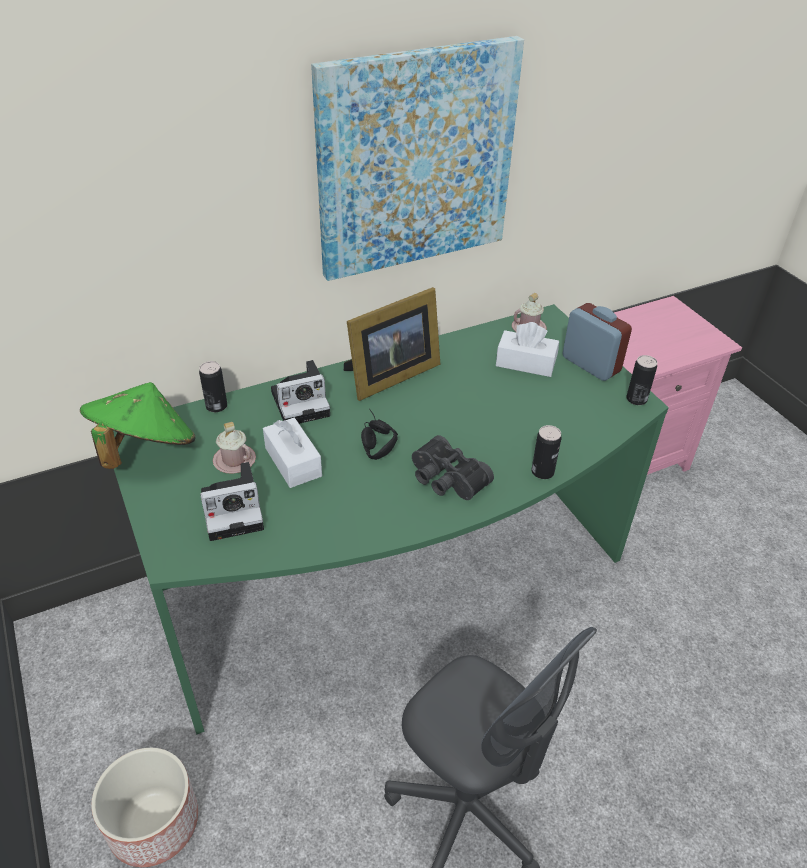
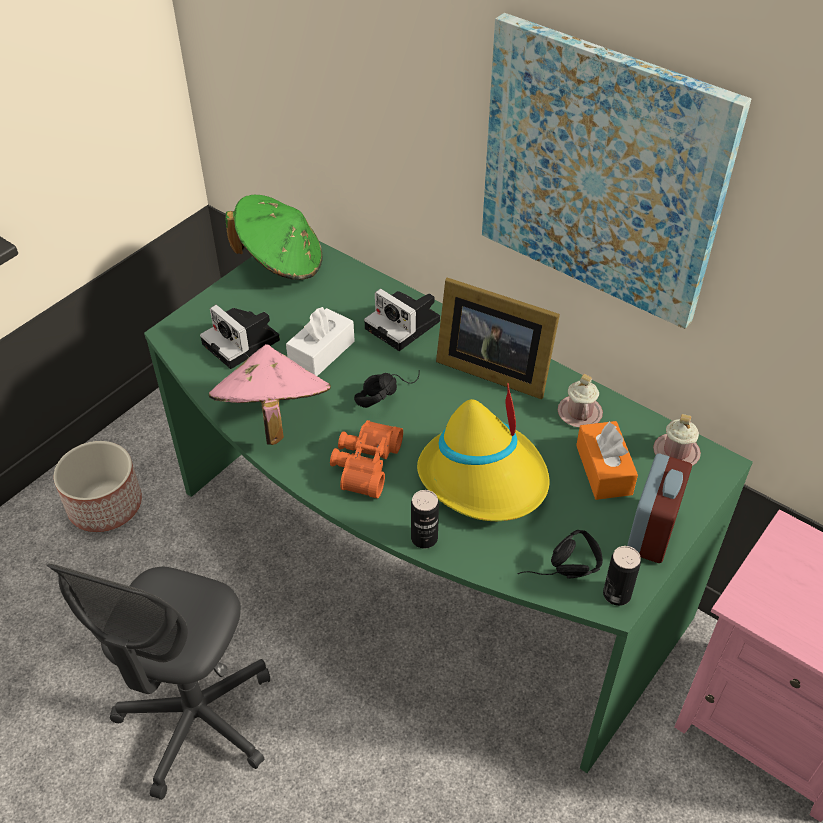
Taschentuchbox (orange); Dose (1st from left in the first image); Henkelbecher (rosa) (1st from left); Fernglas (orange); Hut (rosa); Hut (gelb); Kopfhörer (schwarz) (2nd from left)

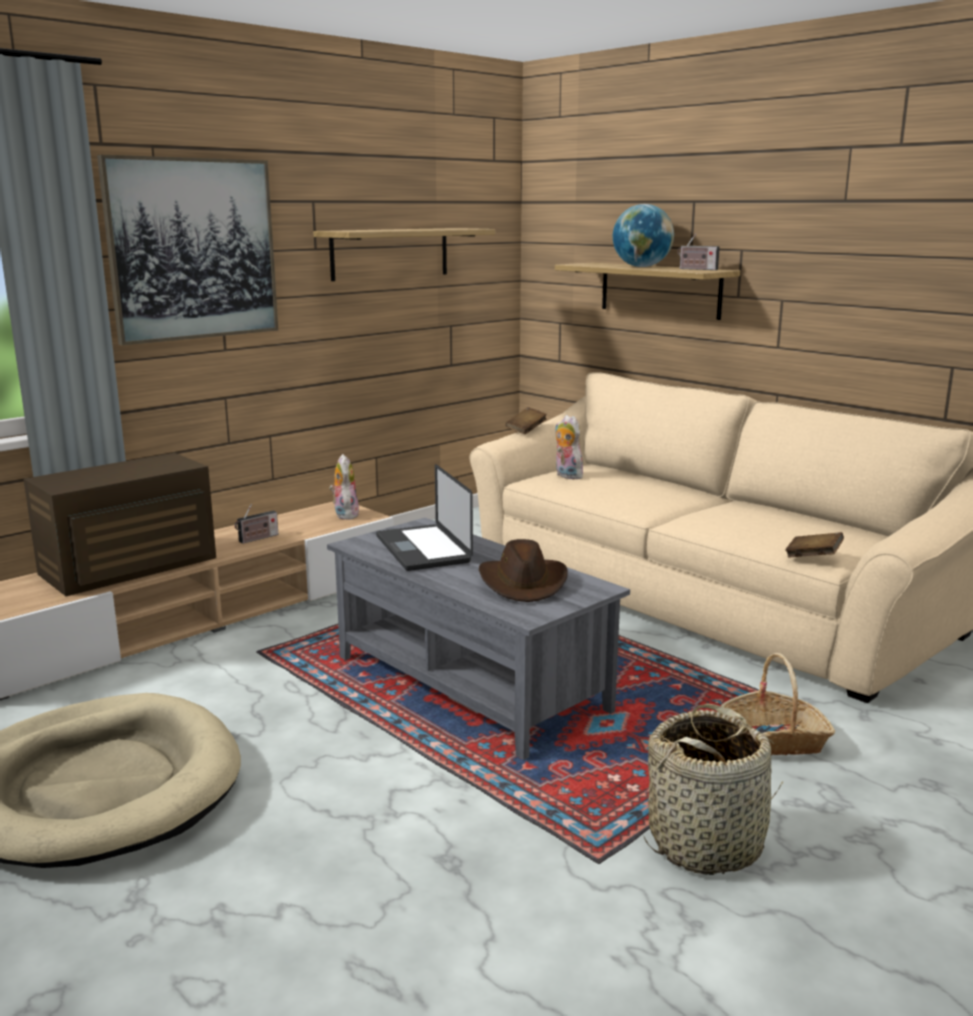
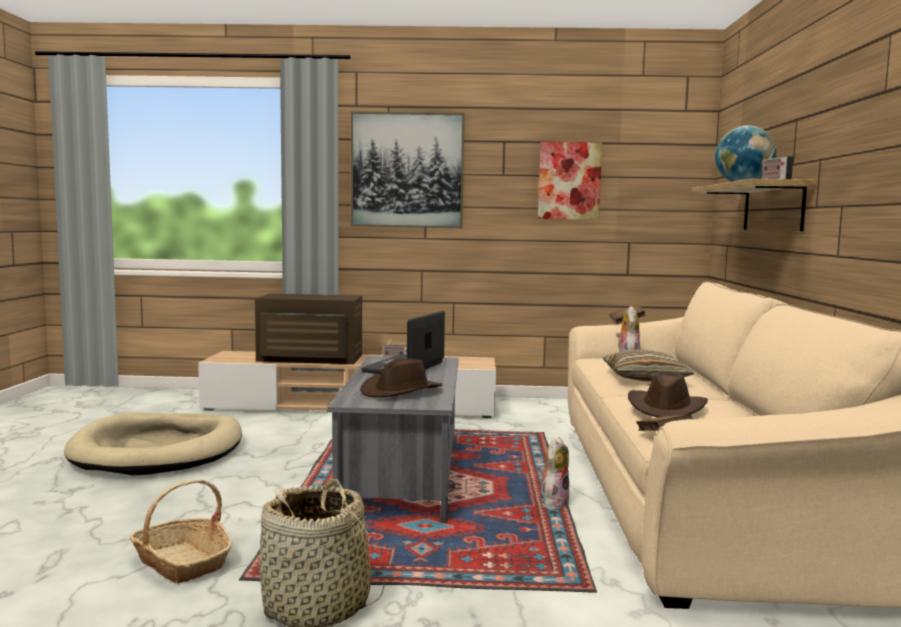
Bild (2nd from left); Plüschtier (1st from left); Korb (1st from left); Kissen; Hut (braun) (2nd from left)

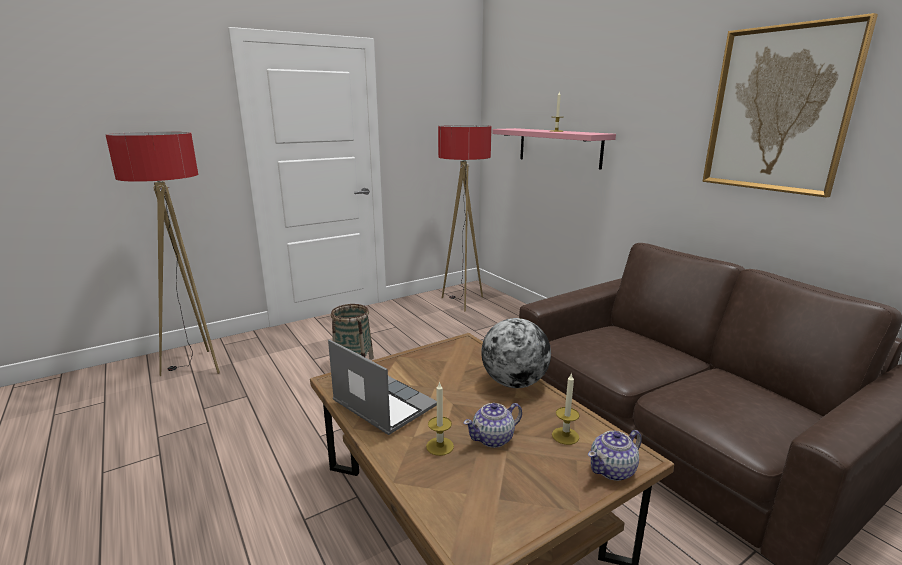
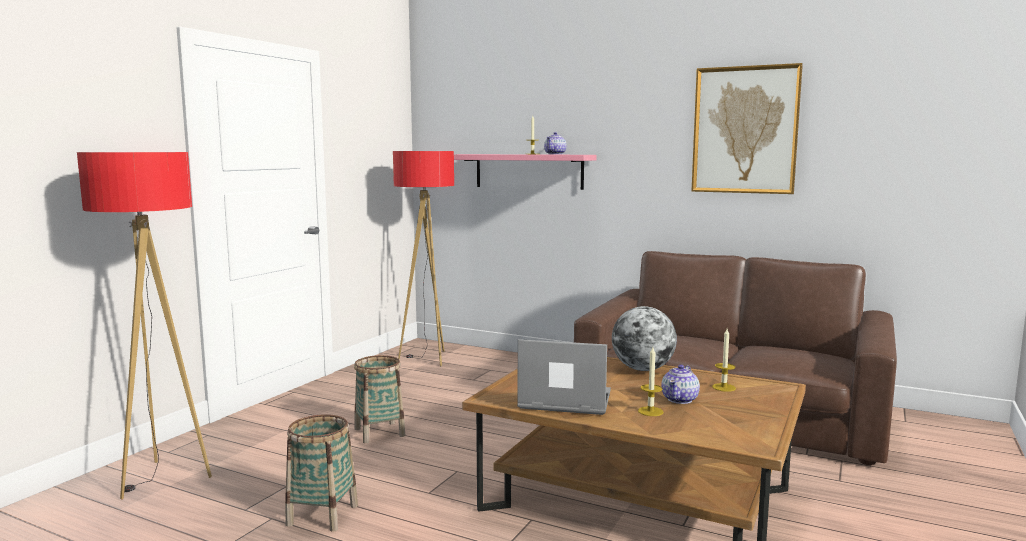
Teekanne (1st from left); Korb (1st from left)

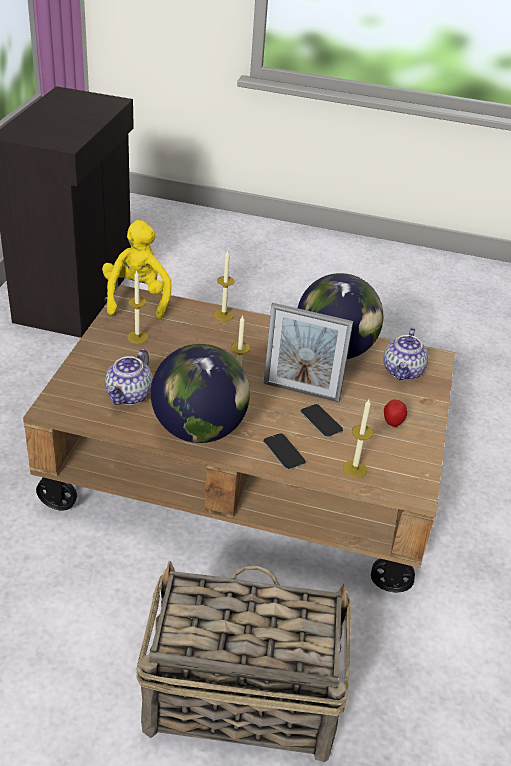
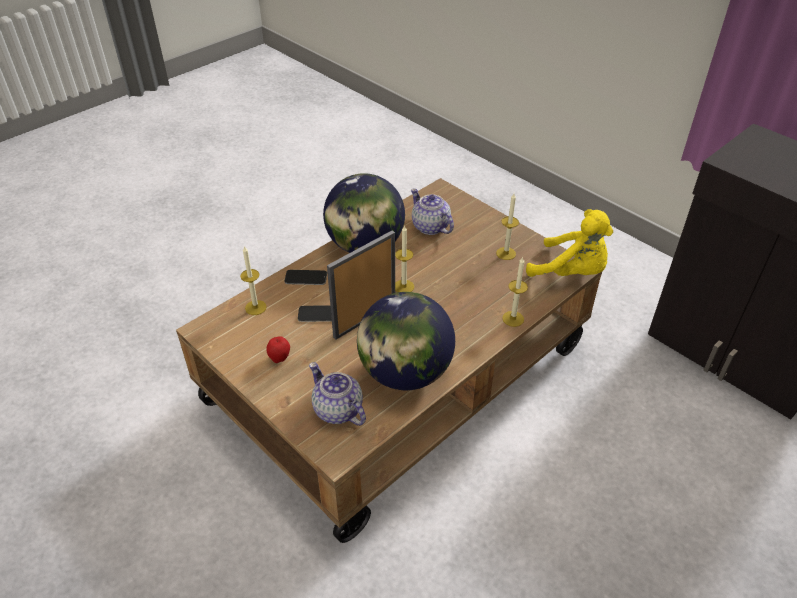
Korb

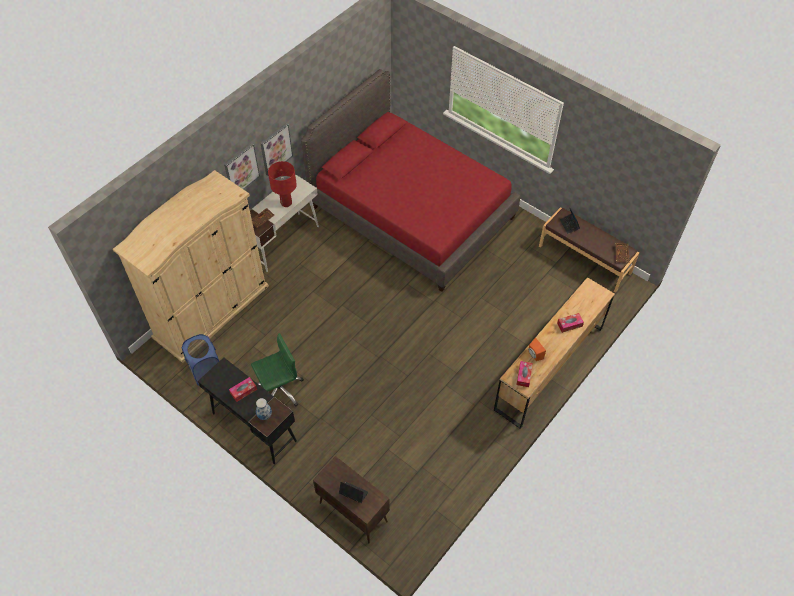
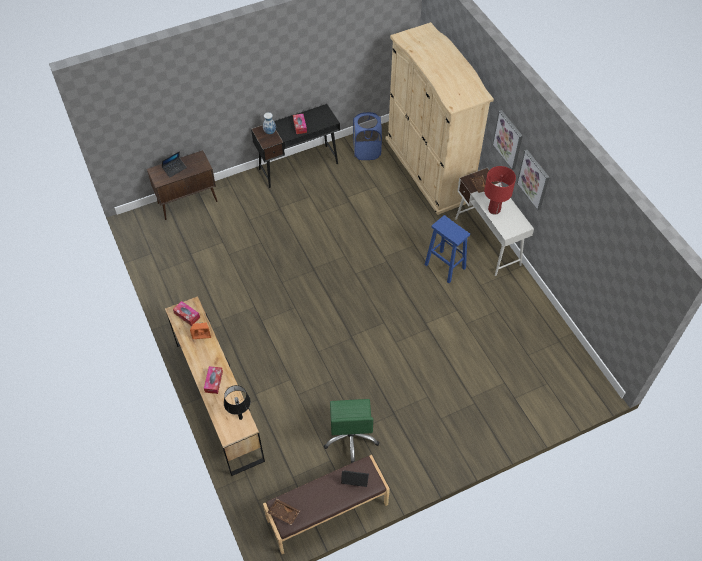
Bett (rot); Bürostuhl (grün); Hocker (blau); Tischlampe (schwarz)

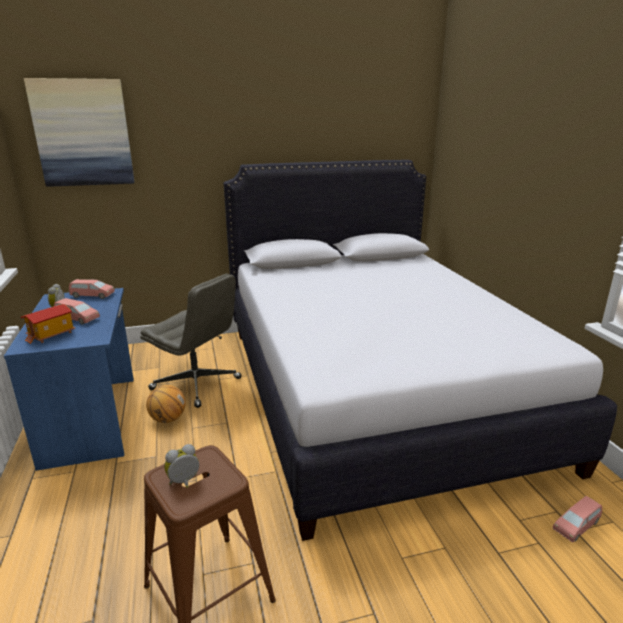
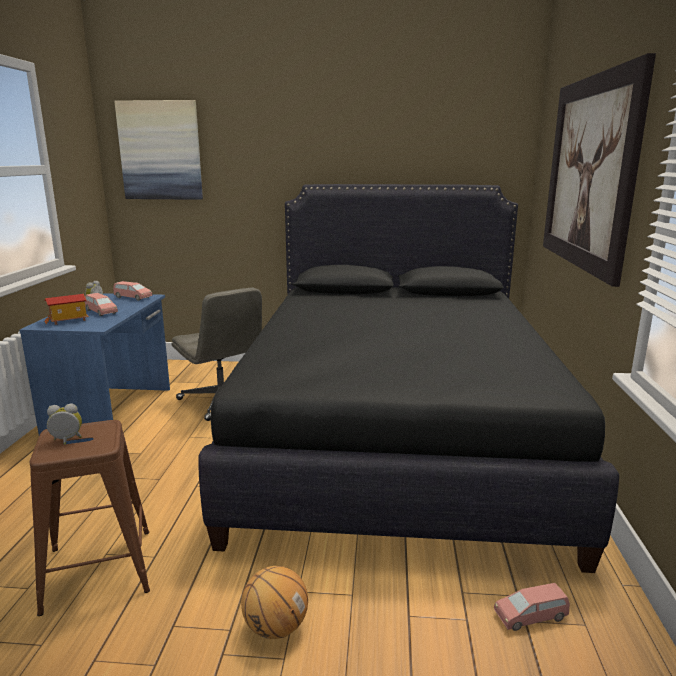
Bett (schwarz); Basketball; Bild (2nd from left)

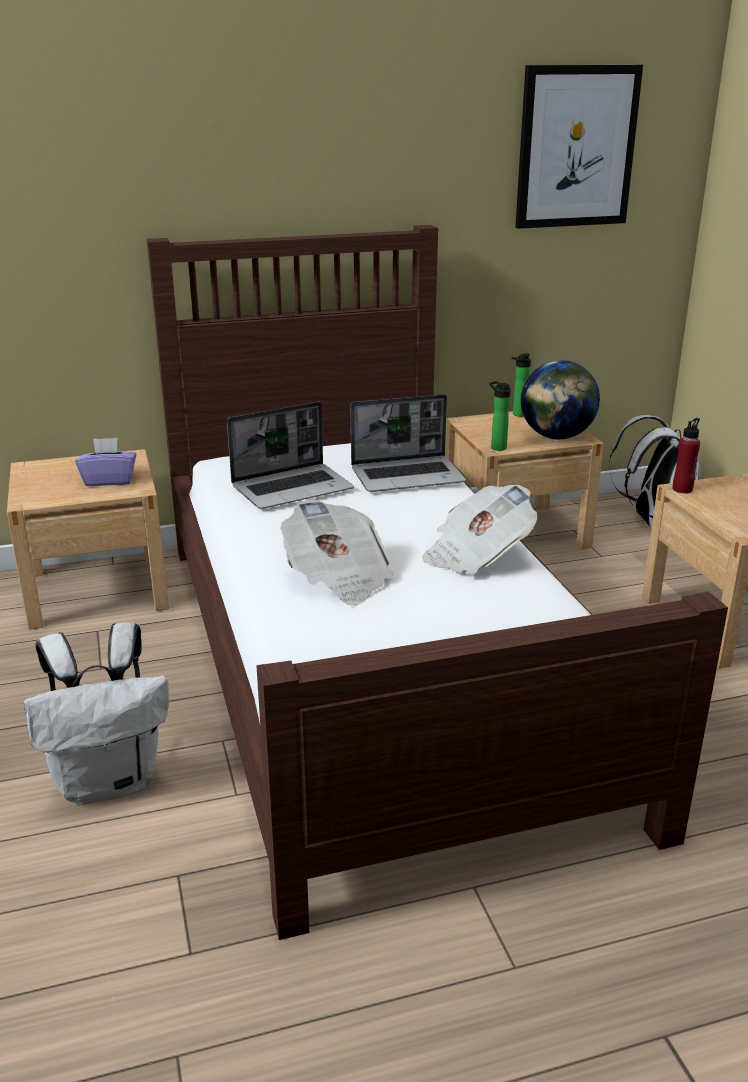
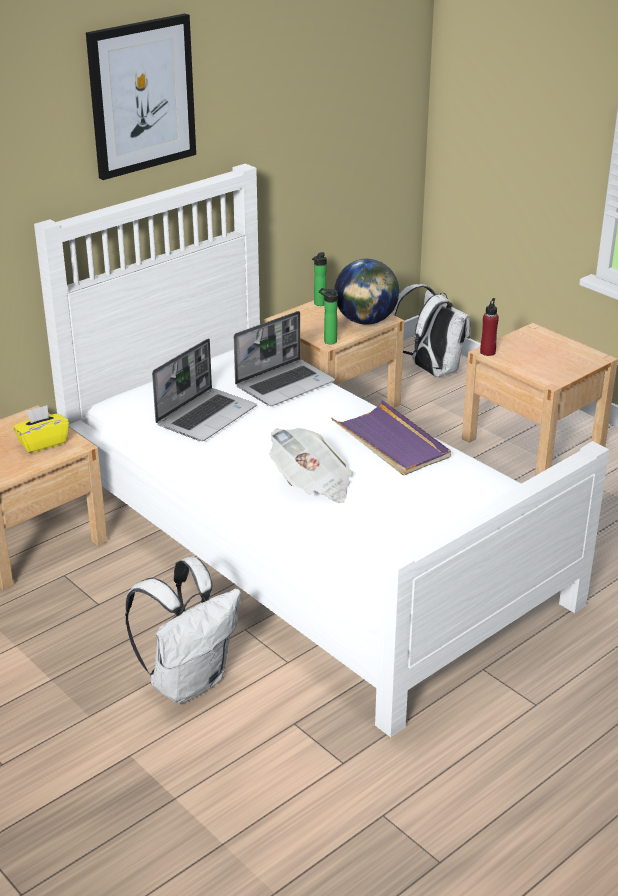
Bild; Bett (weiß); Taschentuchbox (gelb); Tablett (lila)

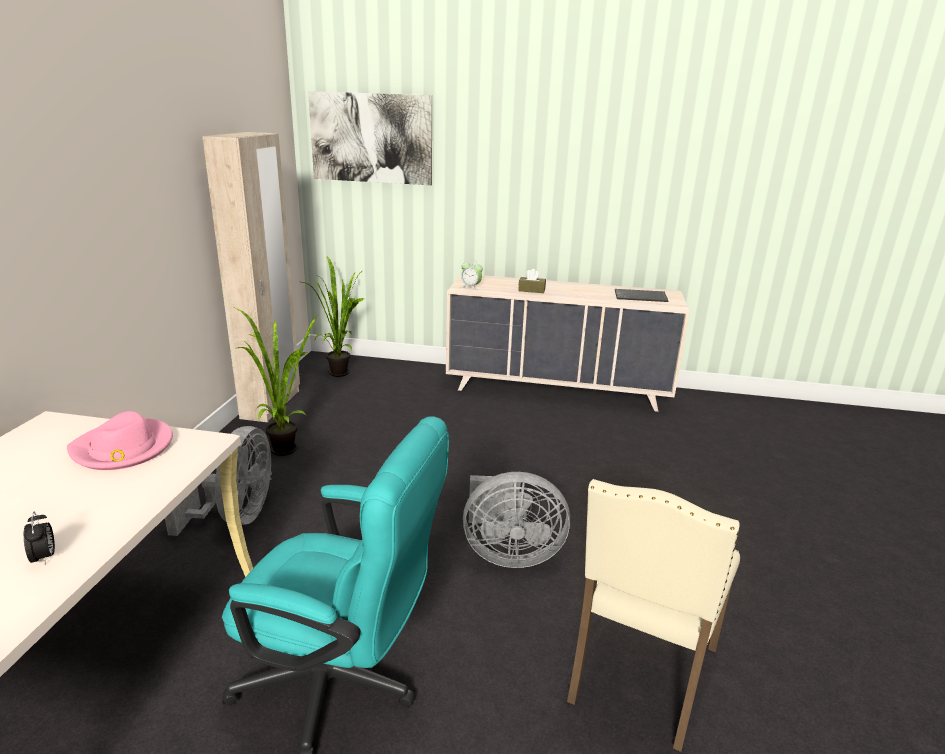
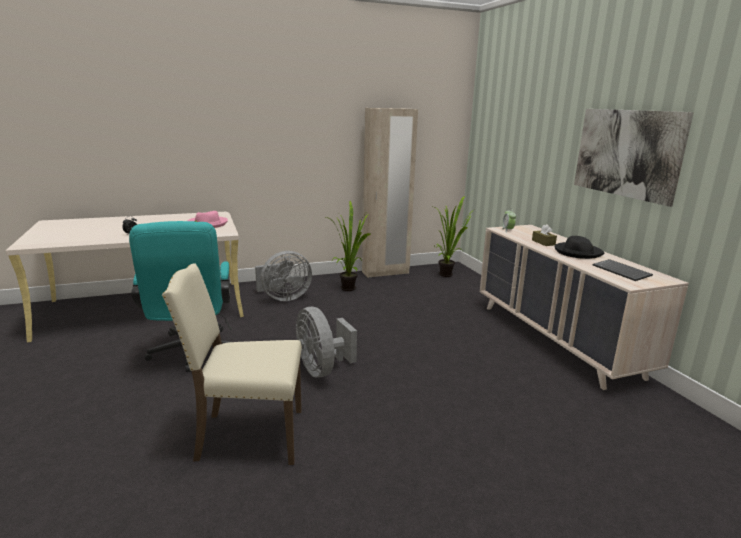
Bild; Hut (schwarz)

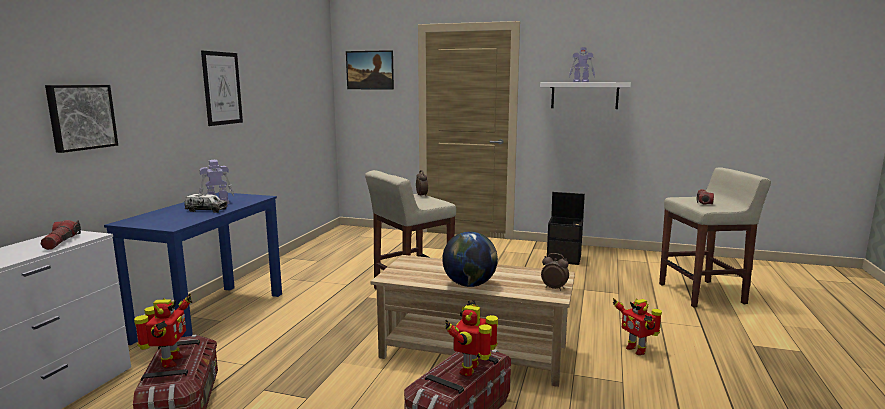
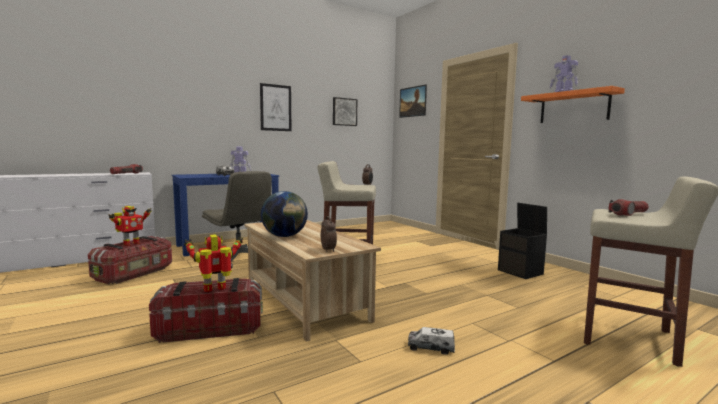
Wandregal (orange); Bild (2nd from left); Spielzeuglaster (2nd from left); Bürostuhl (grau)

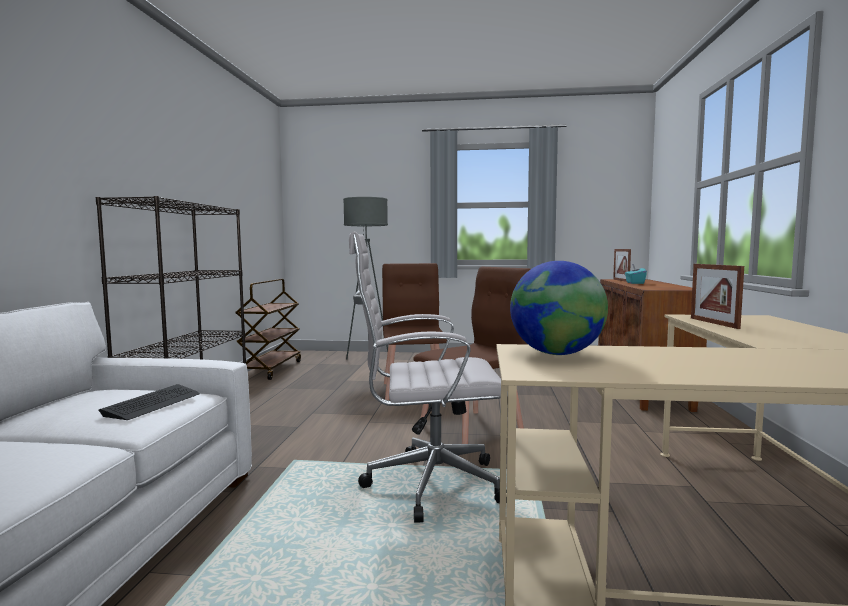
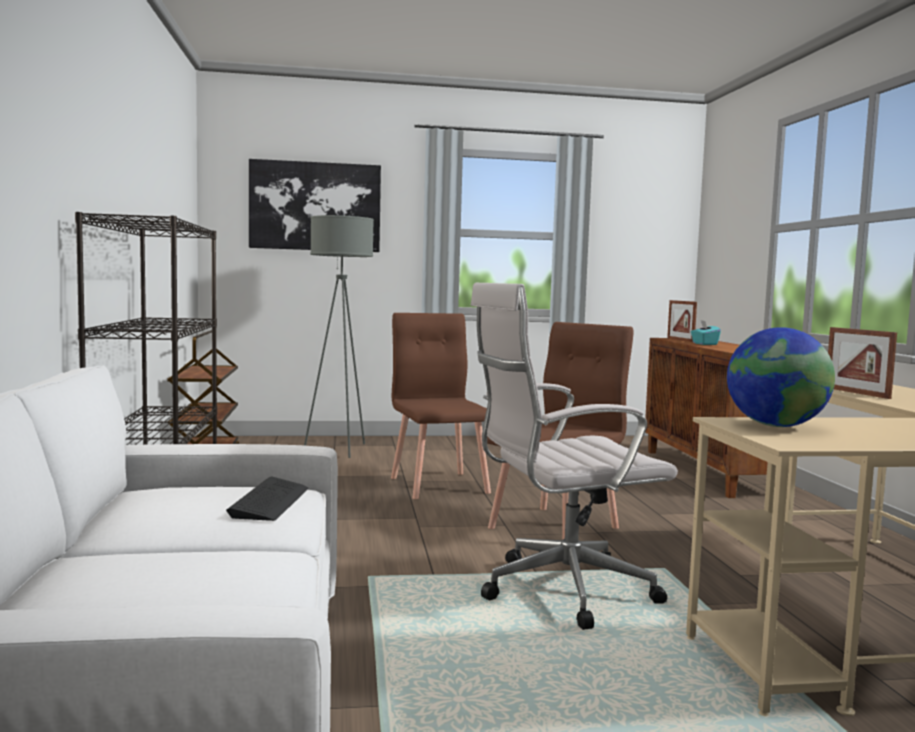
Bild

